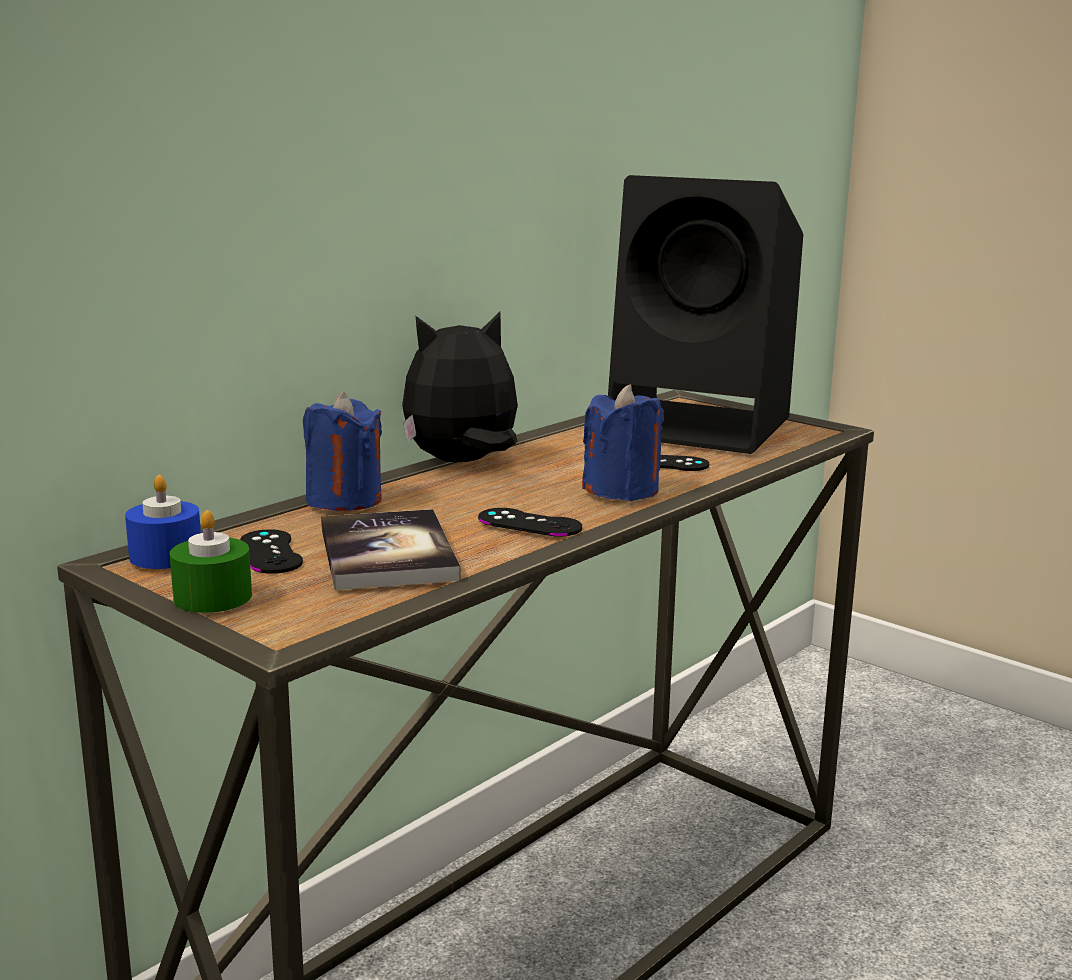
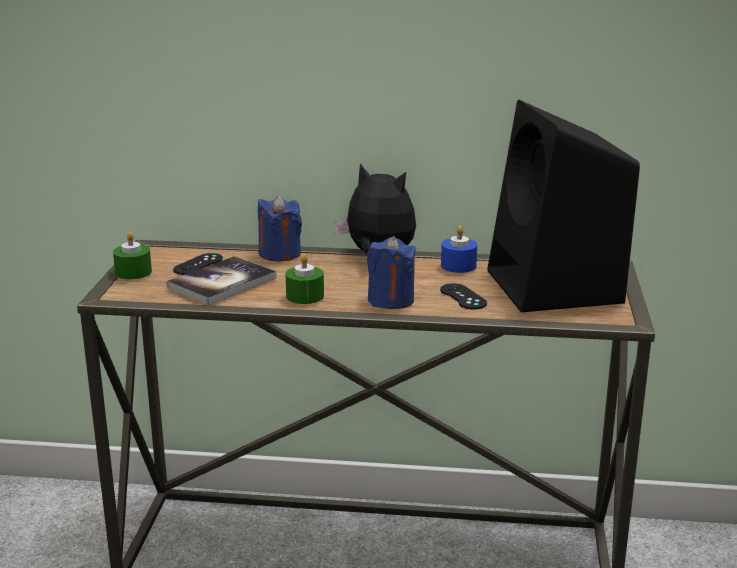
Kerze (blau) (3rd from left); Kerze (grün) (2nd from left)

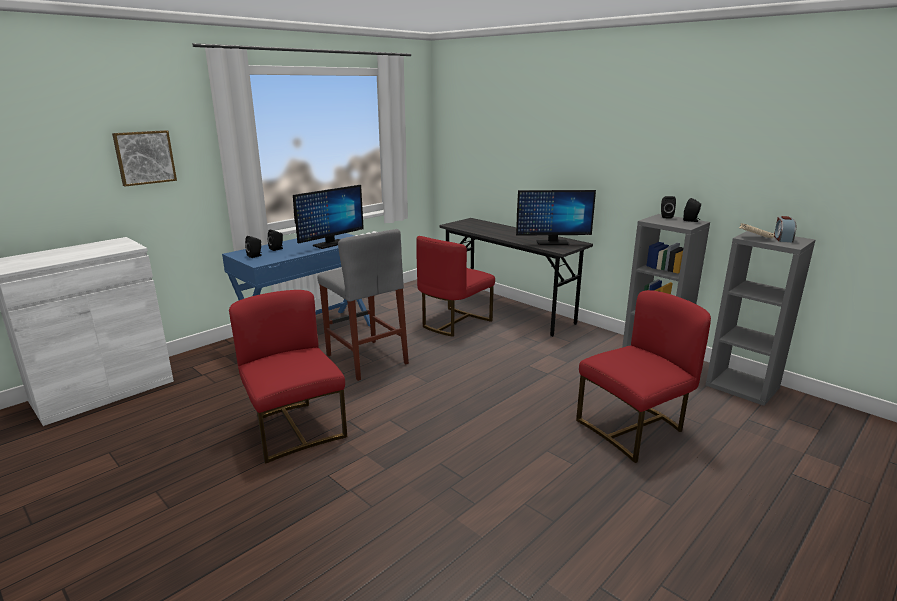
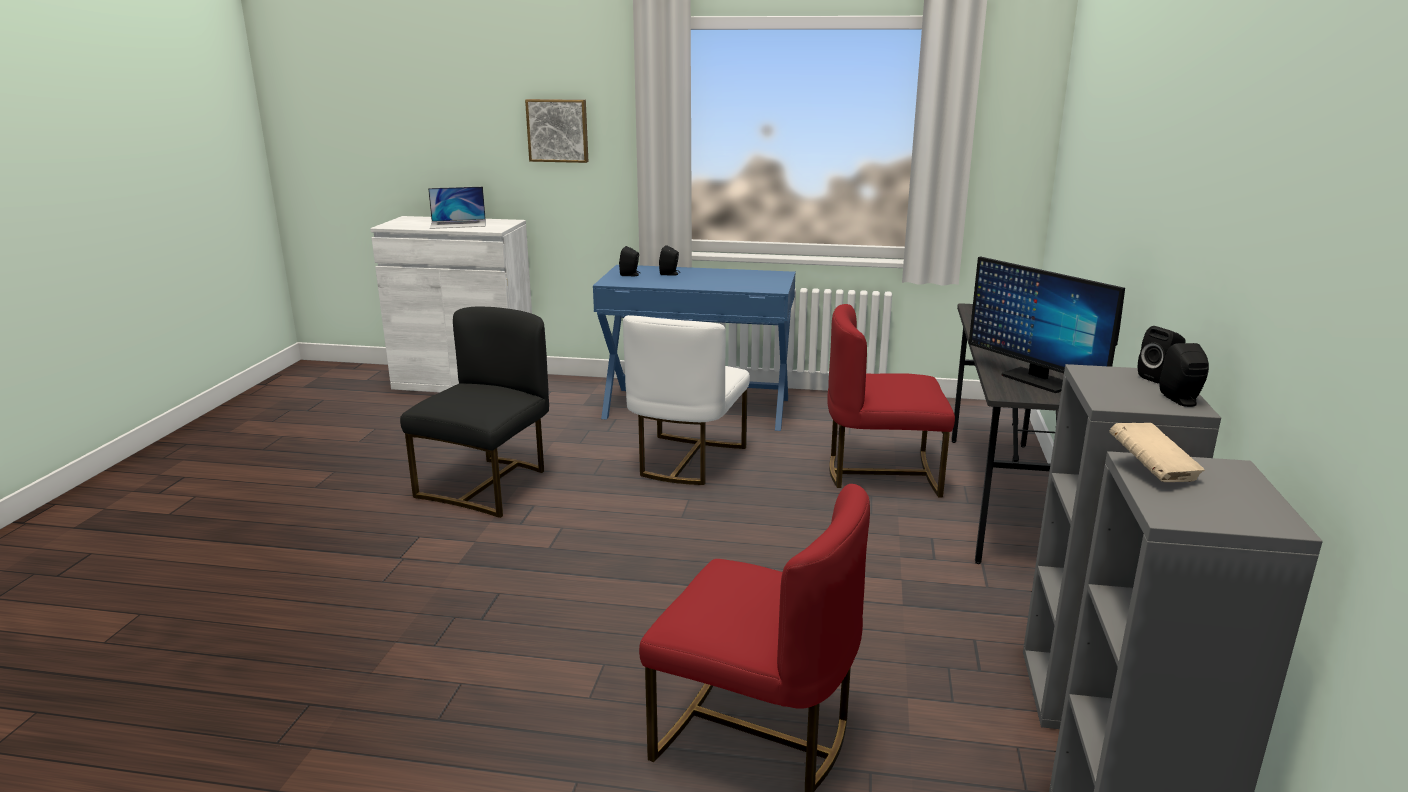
Monitor (1st from left in the first image); Wecker; Stuhl (weiß); Stuhl (schwarz); Laptop

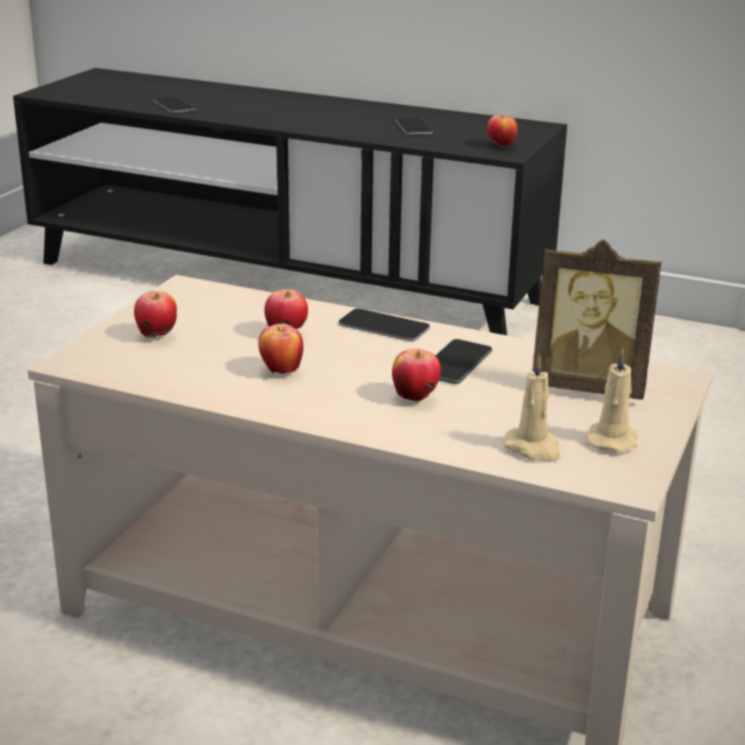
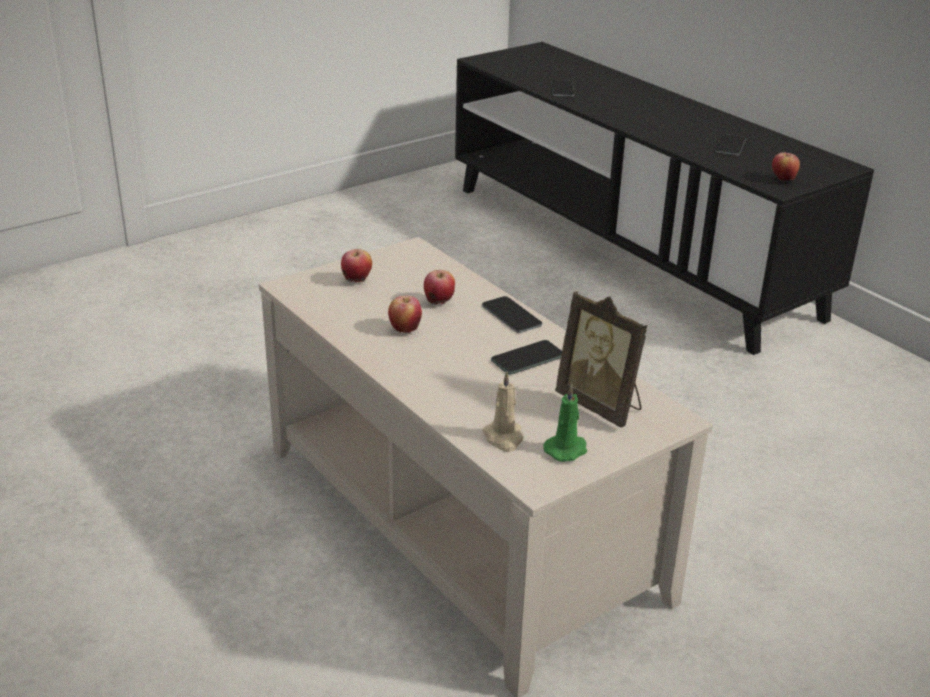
Apfel (4th from left in the first image); Kerze (grün)

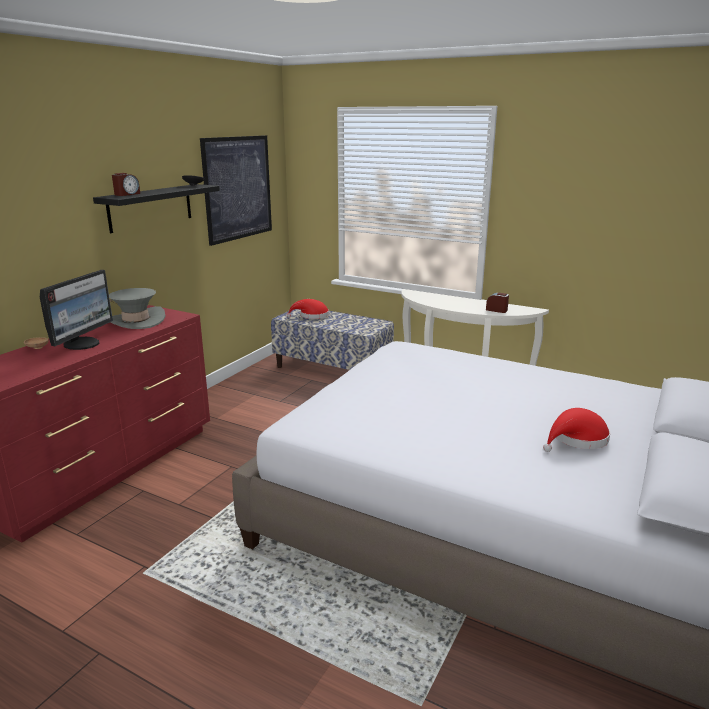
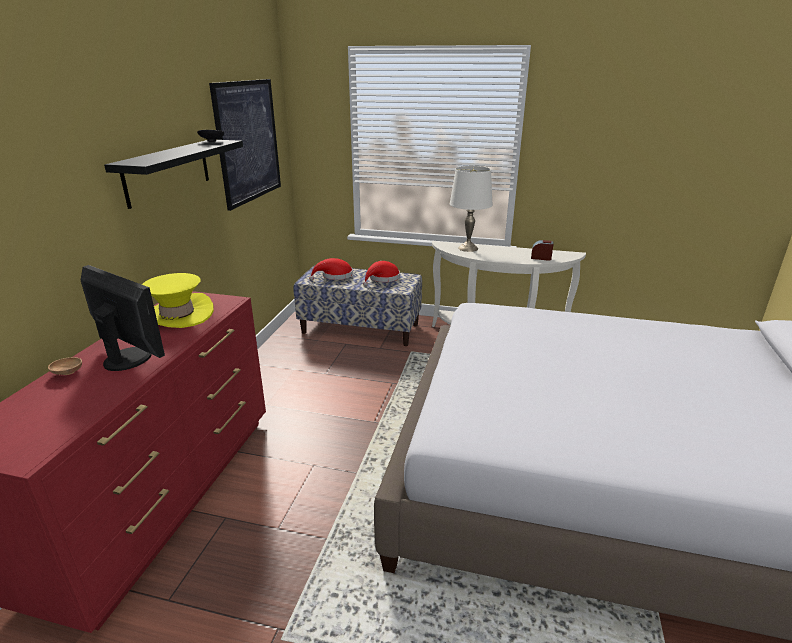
Wecker (1st from left in the first image); Monitor; Hut (gelb); Hut (rot) (2nd from left); Tischlampe (weiß)

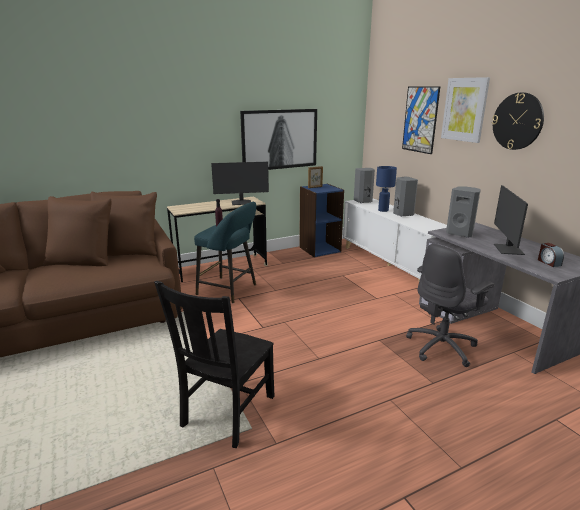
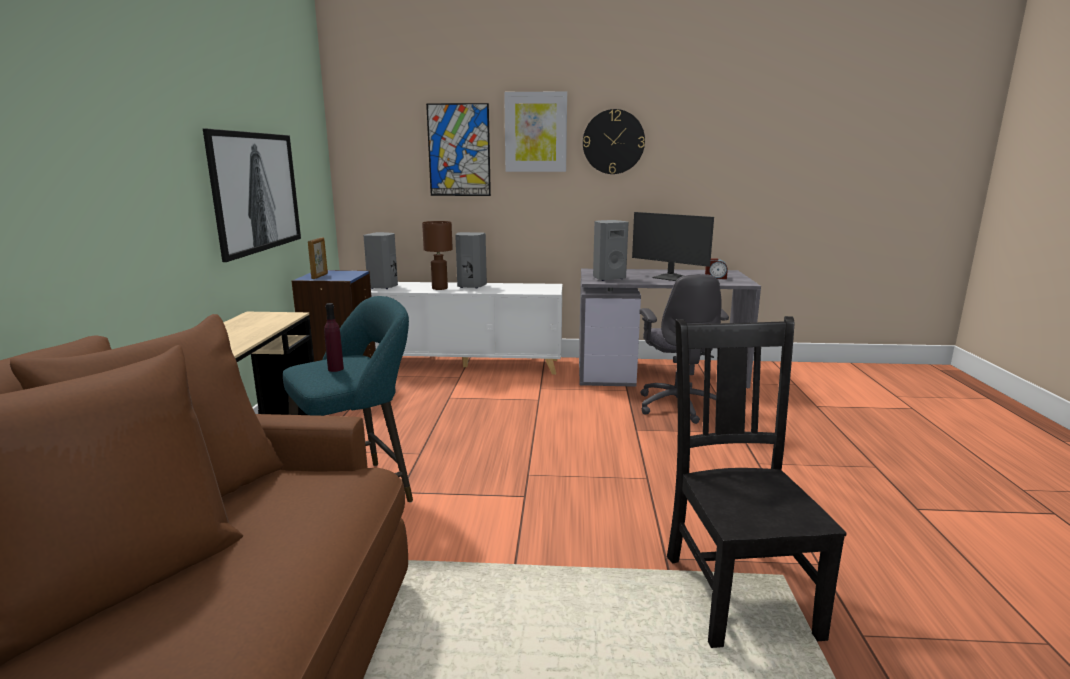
Monitor (1st from left in the first image); Tischlampe (braun); Stuhl (schwarz)

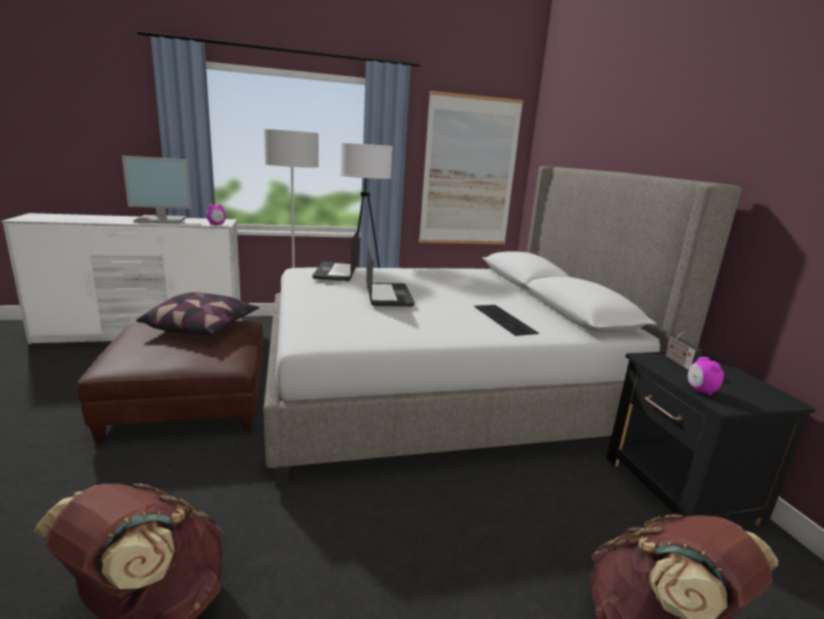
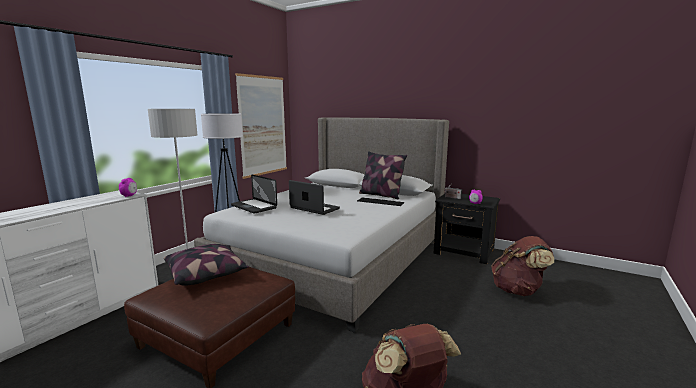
Monitor; Kissen (2nd from left)

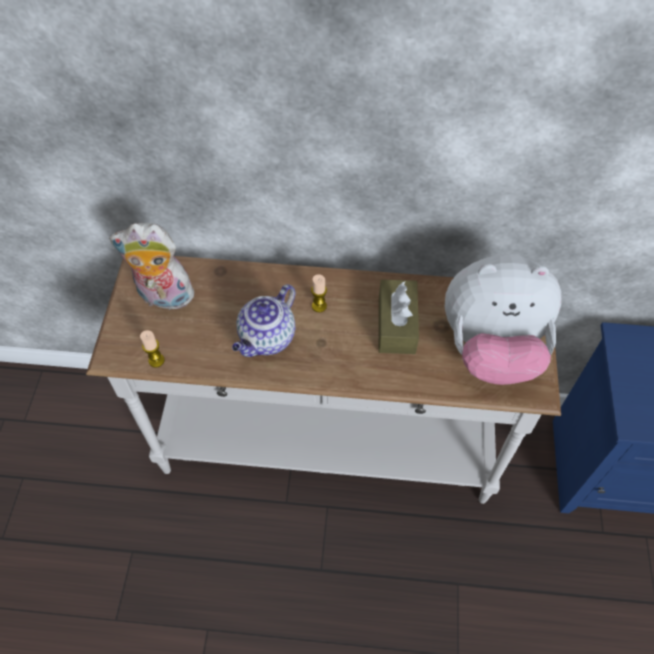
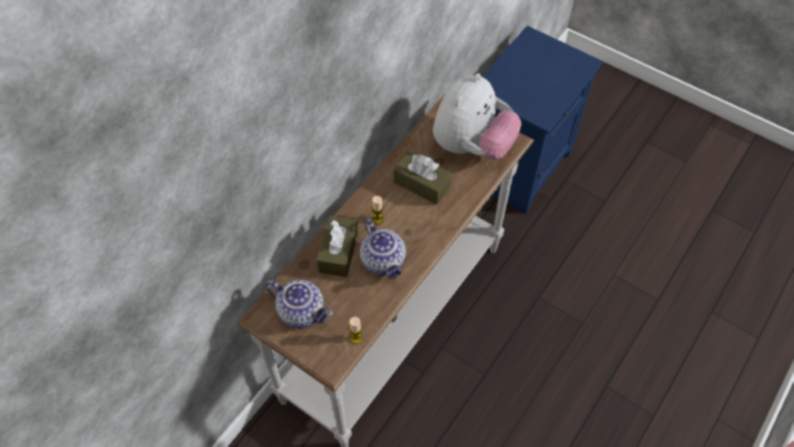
Teekanne (1st from left); Taschentuchbox (braun) (1st from left)

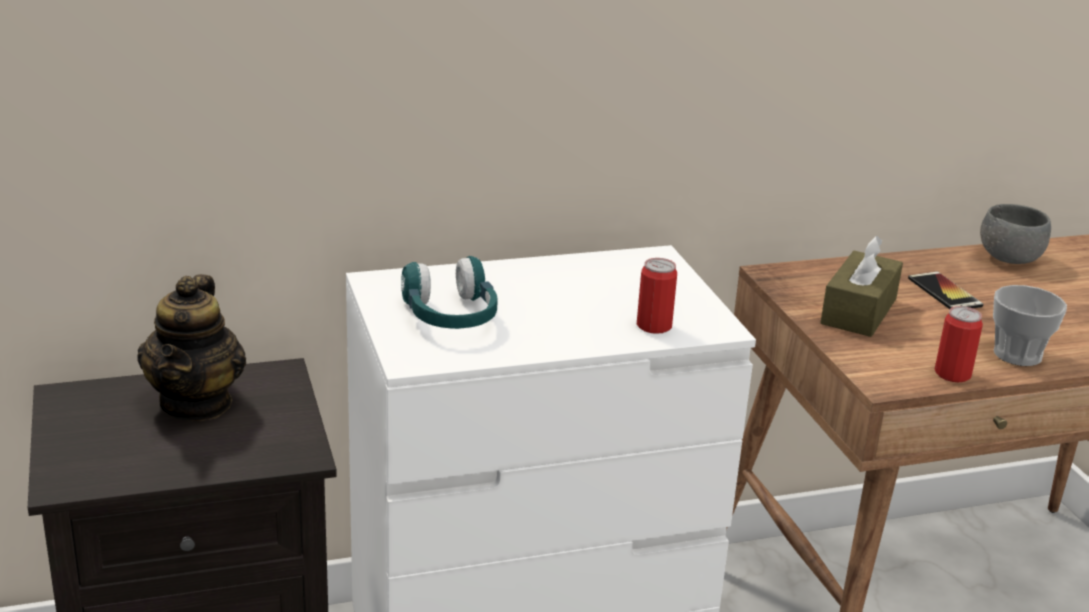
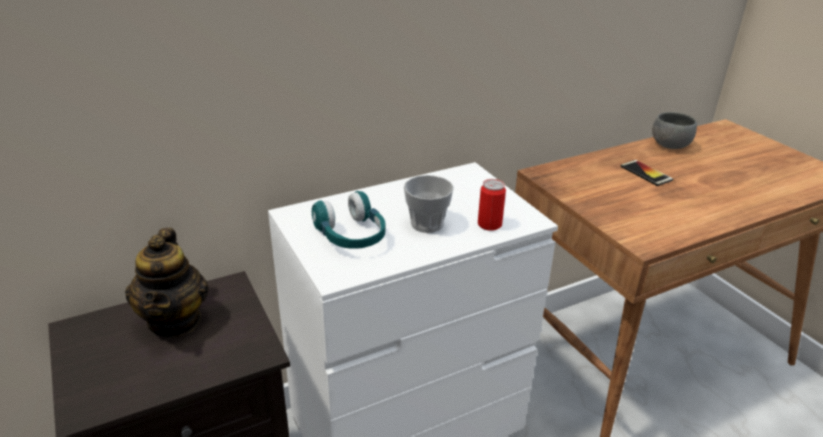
Taschentuchbox (braun); Tasse; Dose (2nd from left in the first image)

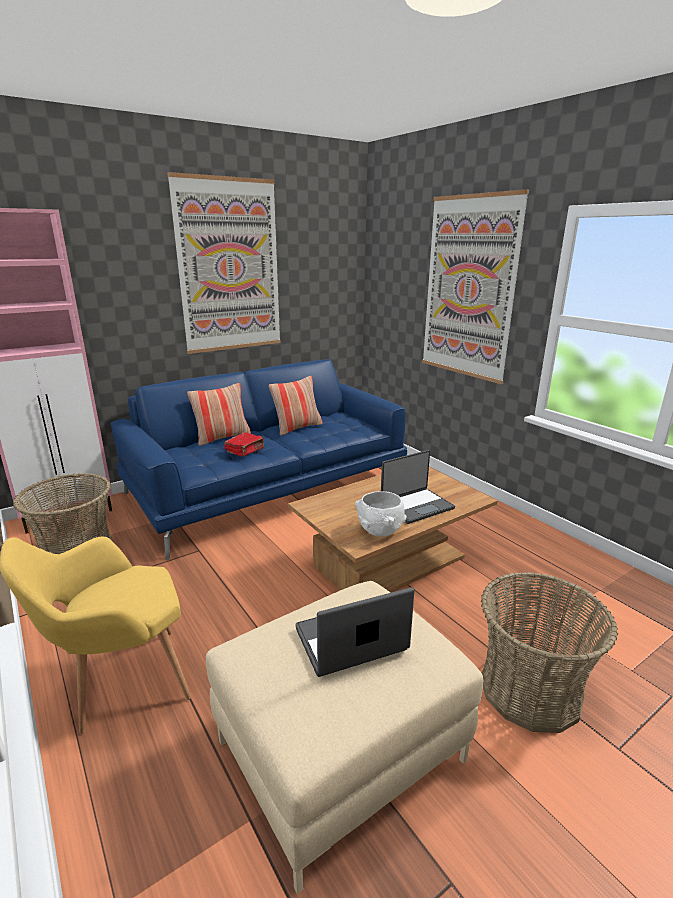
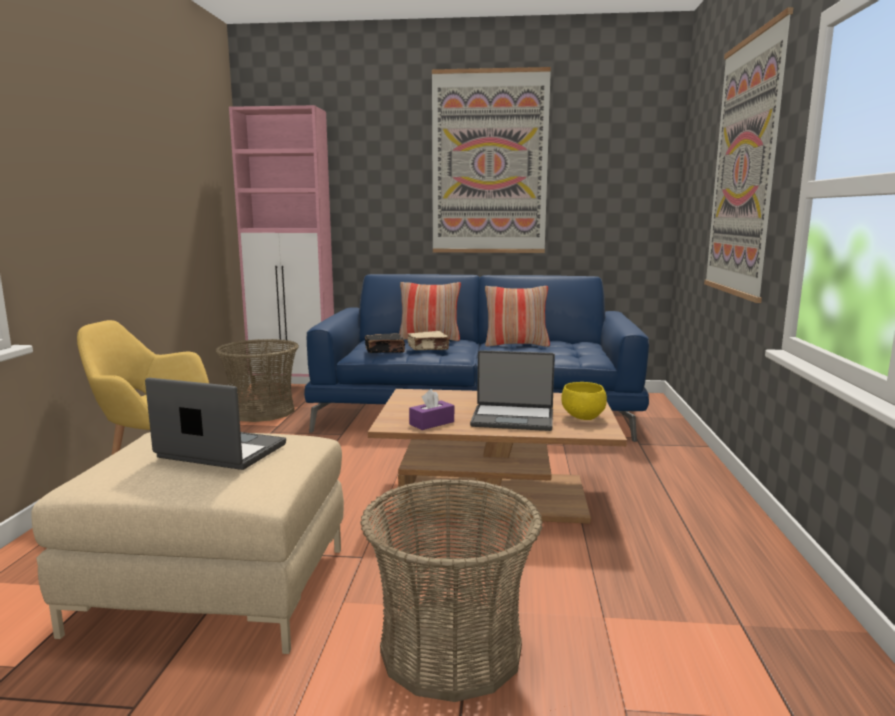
Buch (beige); Taschentuchbox (lila); Buch (schwarz); Schüssel (gelb)

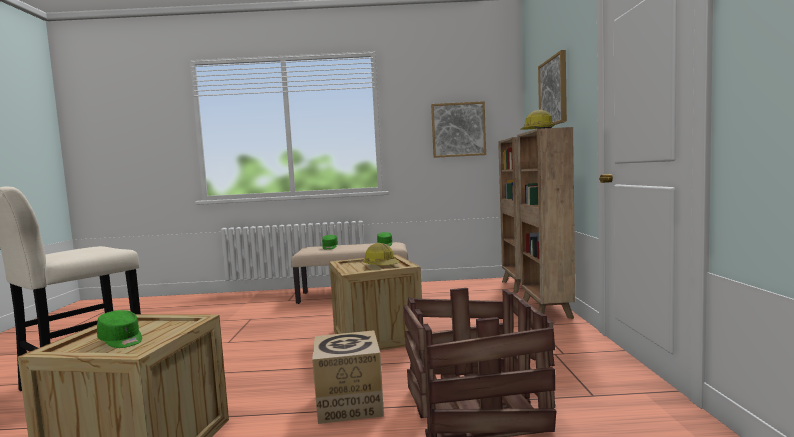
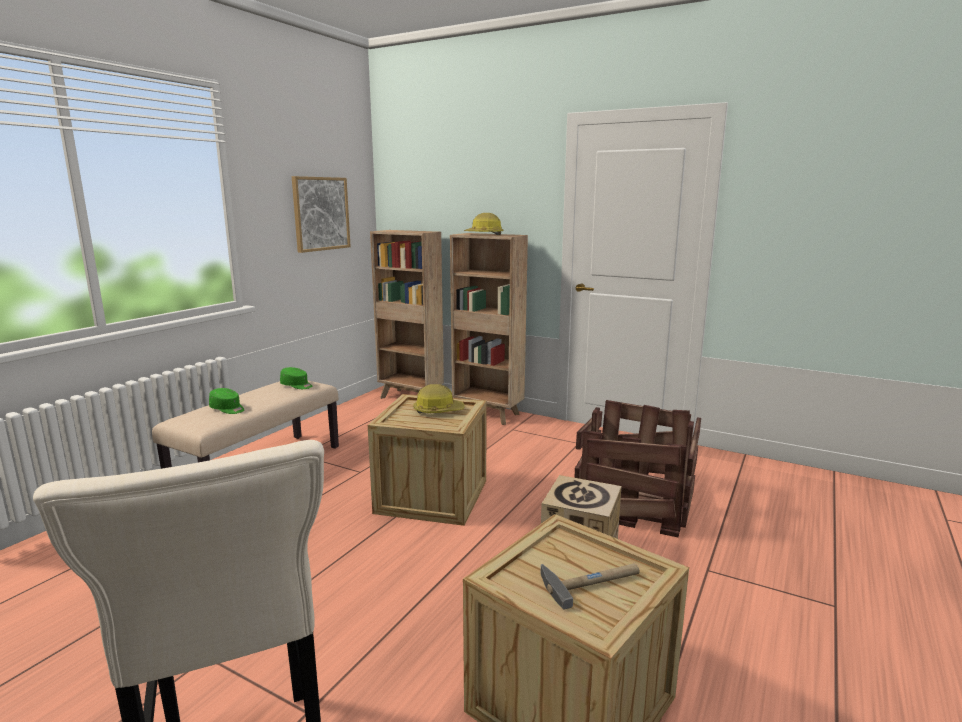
Bild (2nd from left in the first image); Hammer

